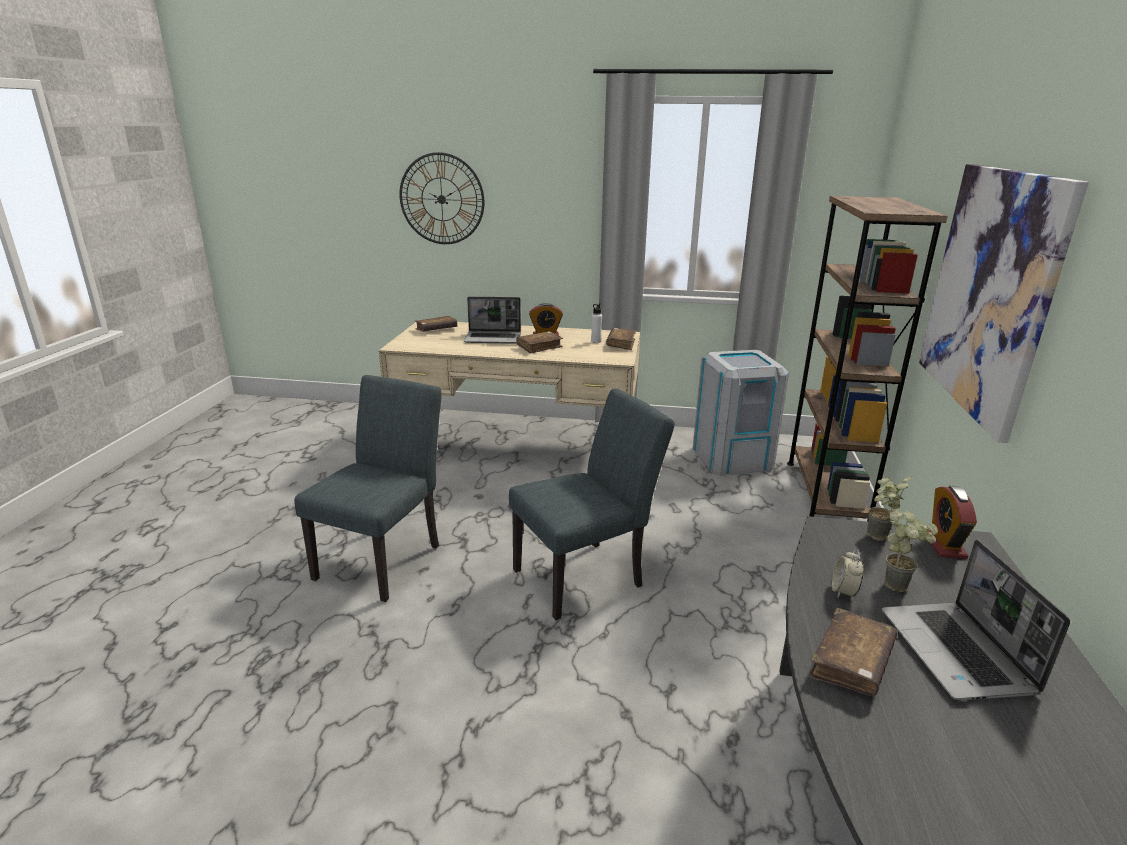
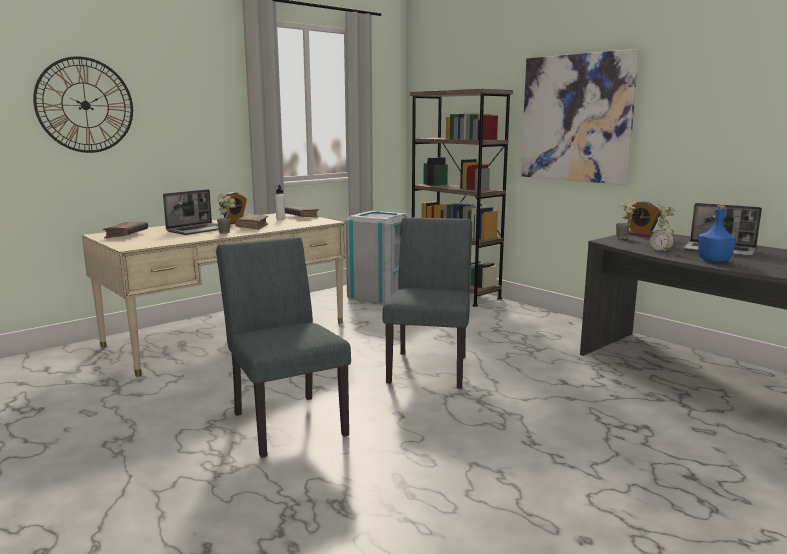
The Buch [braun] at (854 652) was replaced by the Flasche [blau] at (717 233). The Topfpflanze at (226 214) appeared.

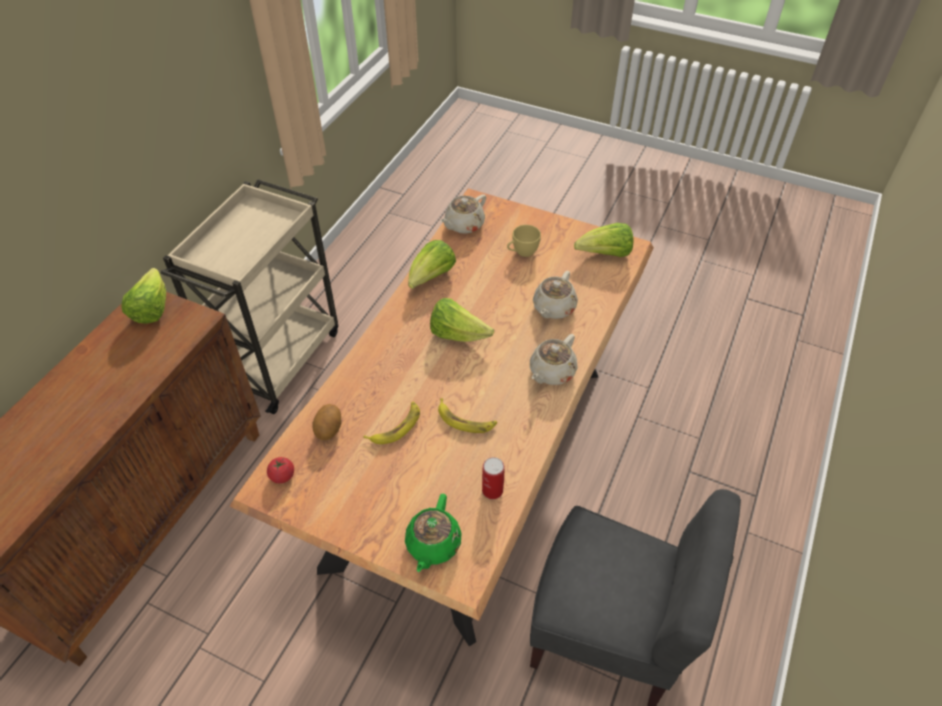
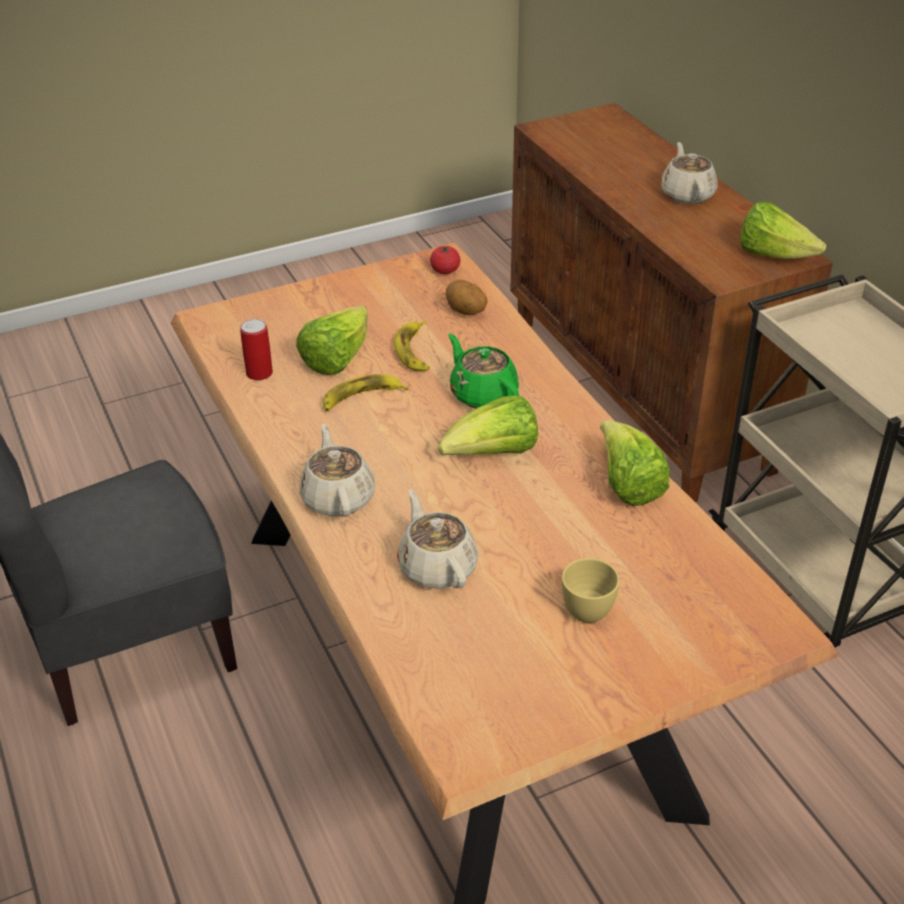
The Teekanne [grün] moved from (433 533) to (483 371). The Teekanne [beige] moved from (463 214) to (689 173). The Salatkopf moved from (603 240) to (332 340).

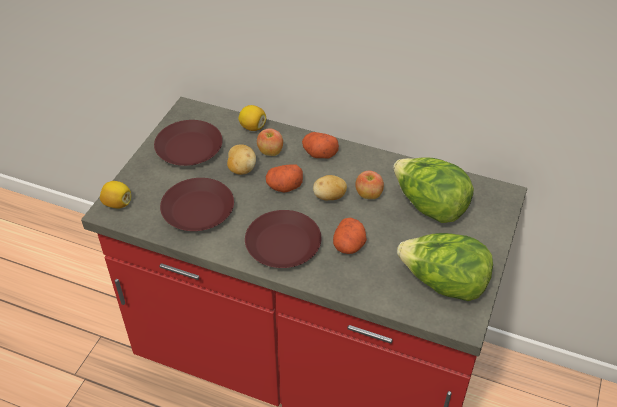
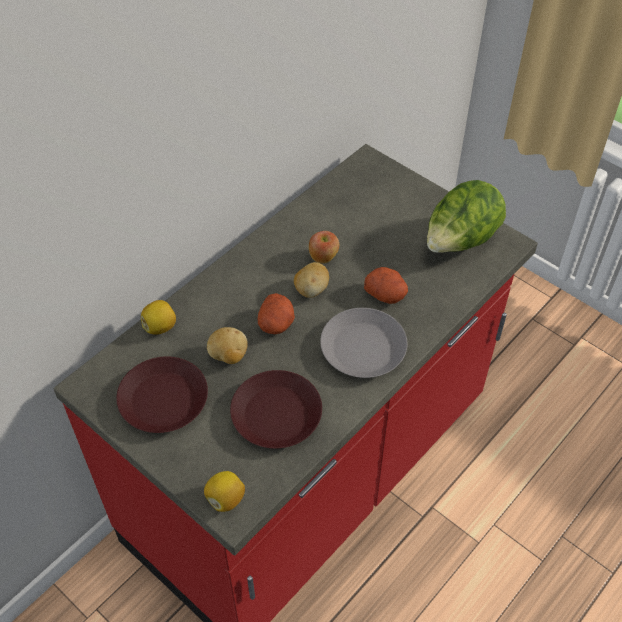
The Teller [braun] at (283 239) became the Teller [grau] at (363 343). The Apfel at (270 142) disappeared. The Kartoffel at (320 145) disappeared. The Salatkopf at (433 190) disappeared.

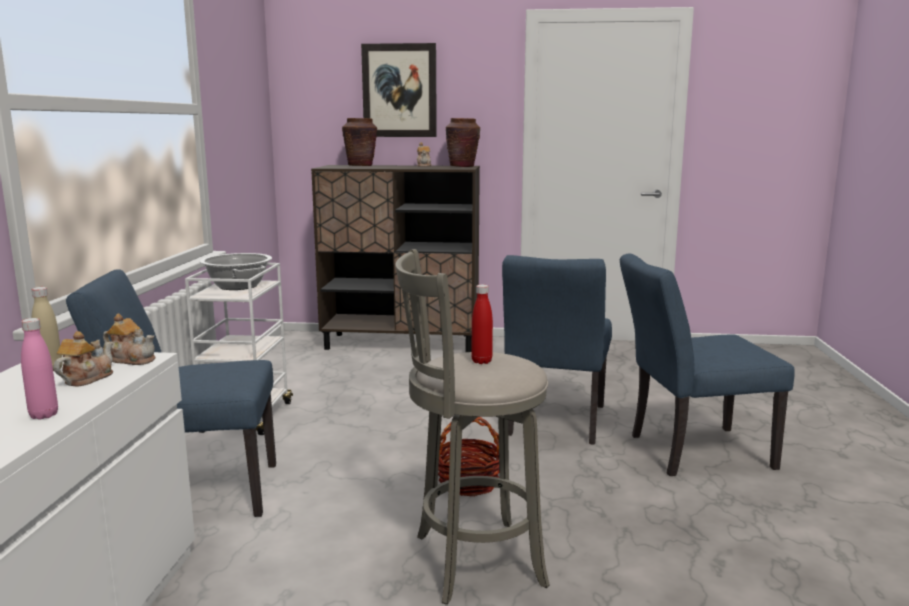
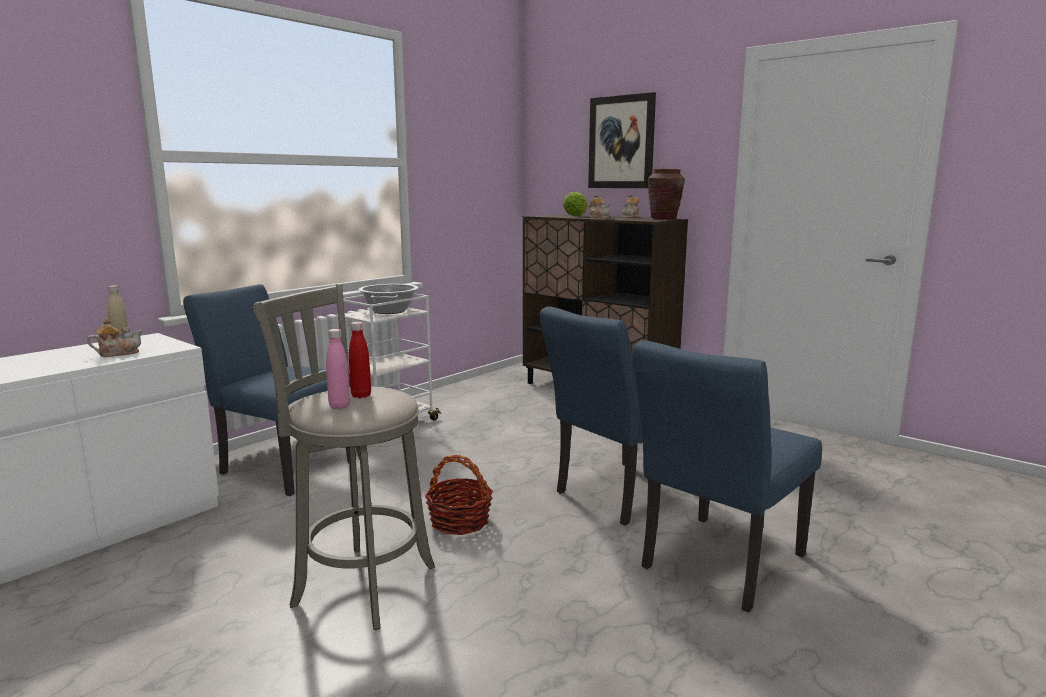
The Flasche [rosa] moved from (39 369) to (338 369). The Teekanne moved from (129 339) to (599 206). The Vase [braun] at (359 142) was replaced by the Salatkopf at (575 204). The Stuhl [blau] at (707 365) turned 75 degrees counterclockwise.

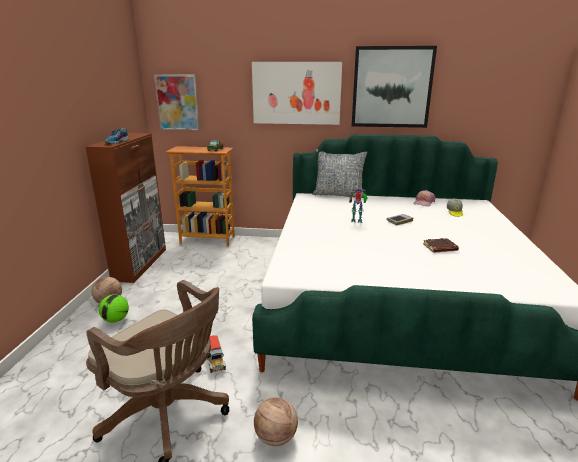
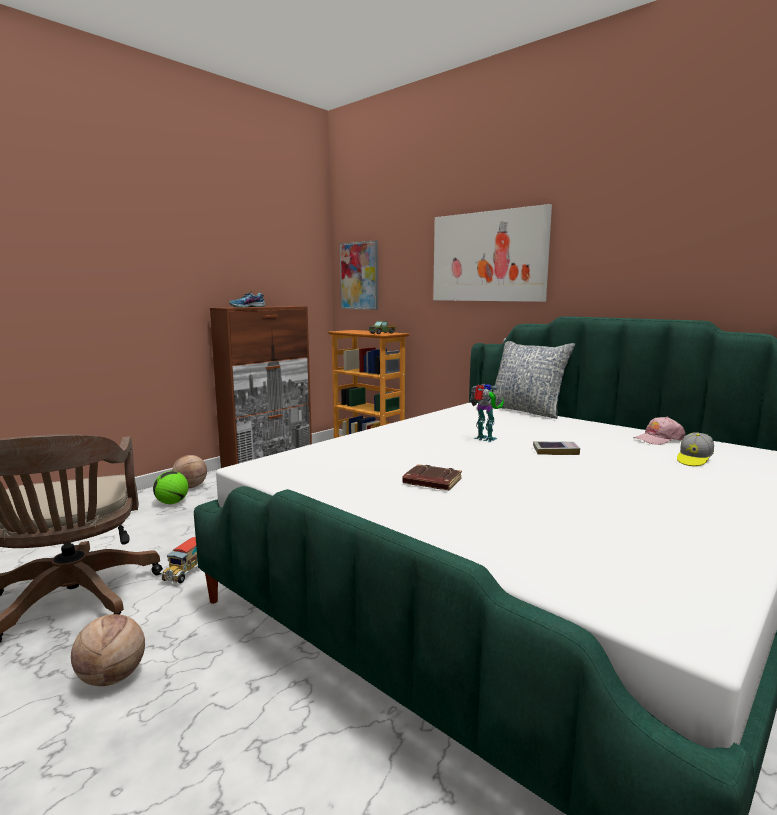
The Bild at (394 87) disappeared. The Buch [braun] moved from (441 245) to (432 477).

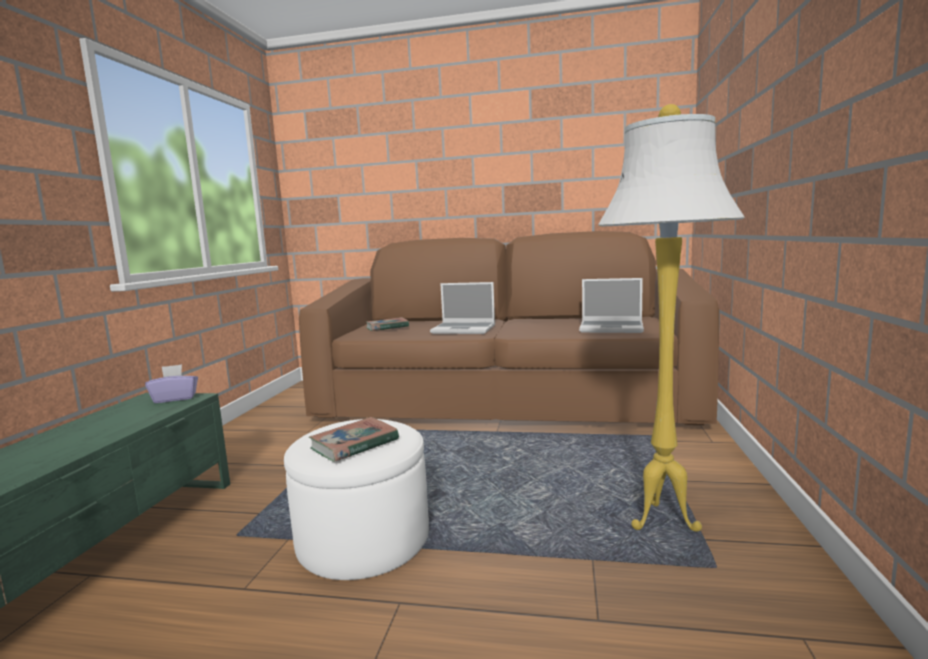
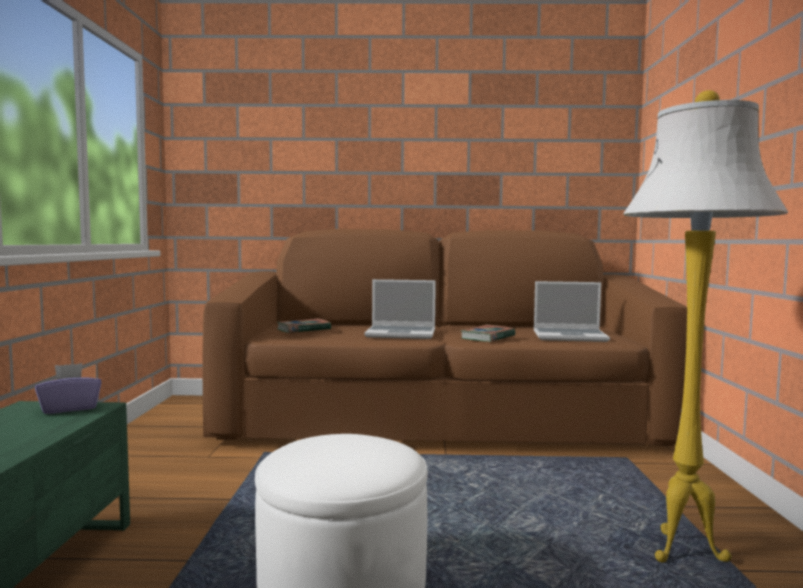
The Buch moved from (354 439) to (488 333).

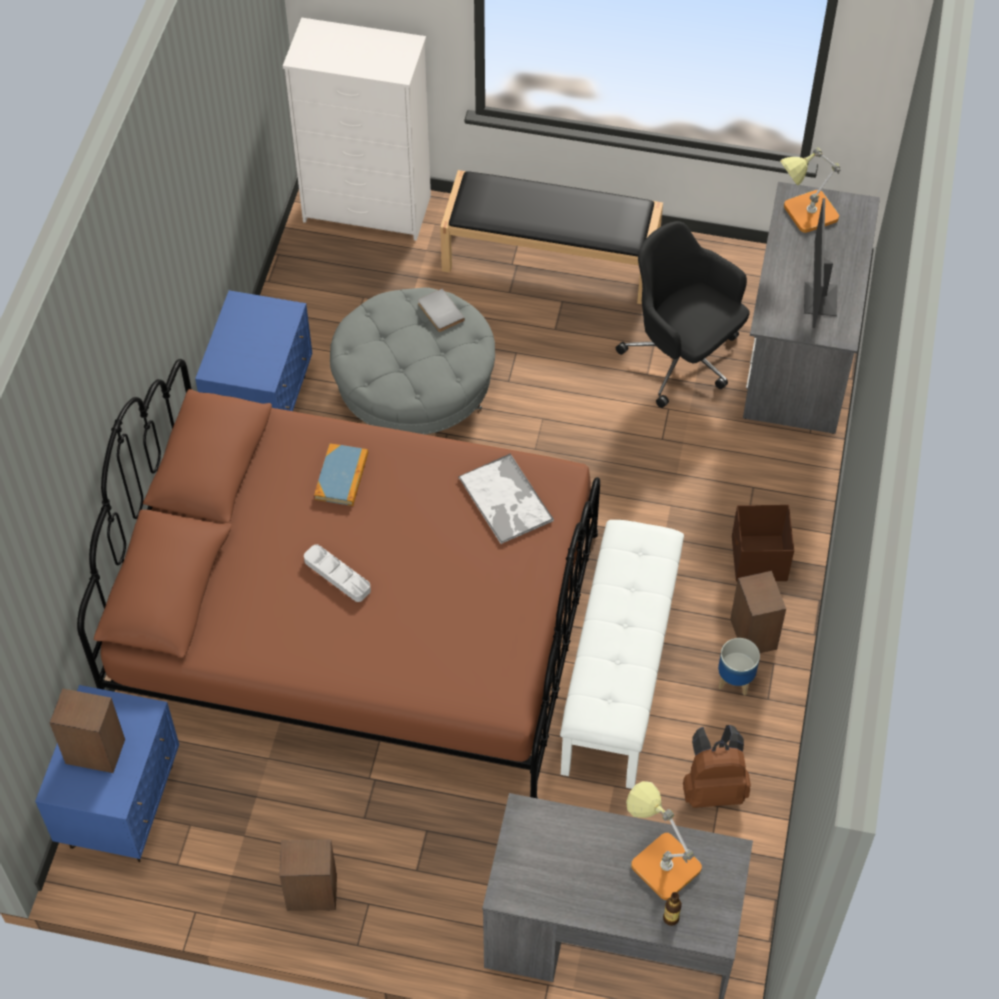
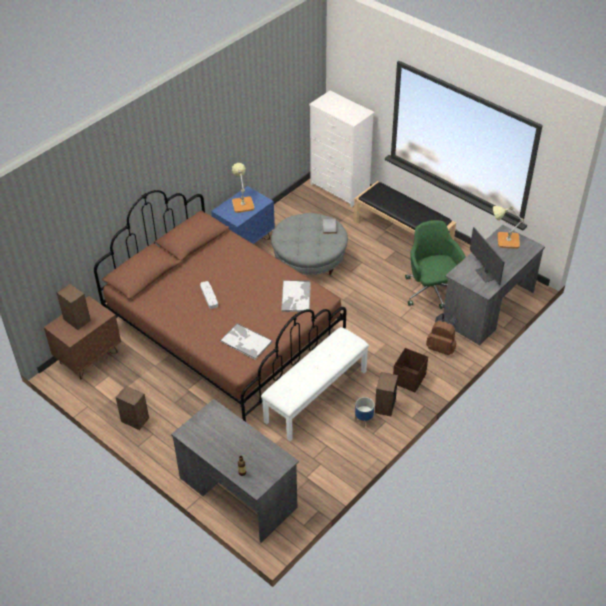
The Nachttisch [blau] at (107 773) became the Nachttisch [braun] at (82 338). The Buch at (341 474) disappeared. The Bürostuhl [schwarz] at (683 314) became the Bürostuhl [grün] at (435 264). The Tischlampe moved from (664 840) to (243 188). The Rucksack [braun] moved from (717 766) to (442 334). The Monitor at (820 263) turned 60 degrees counterclockwise. The Tablett at (246 341) appeared.

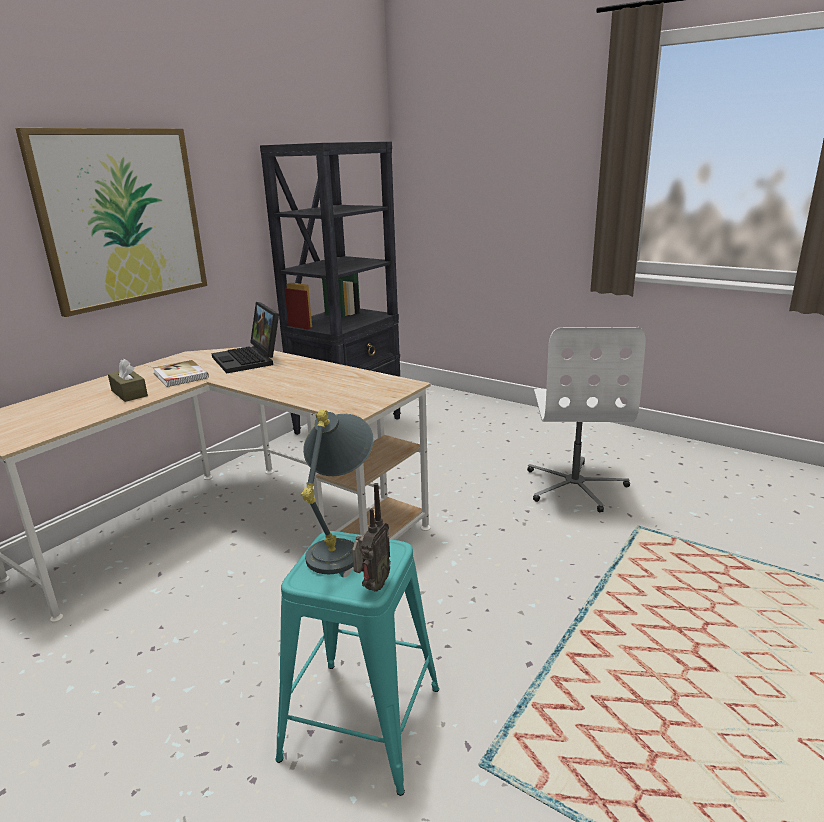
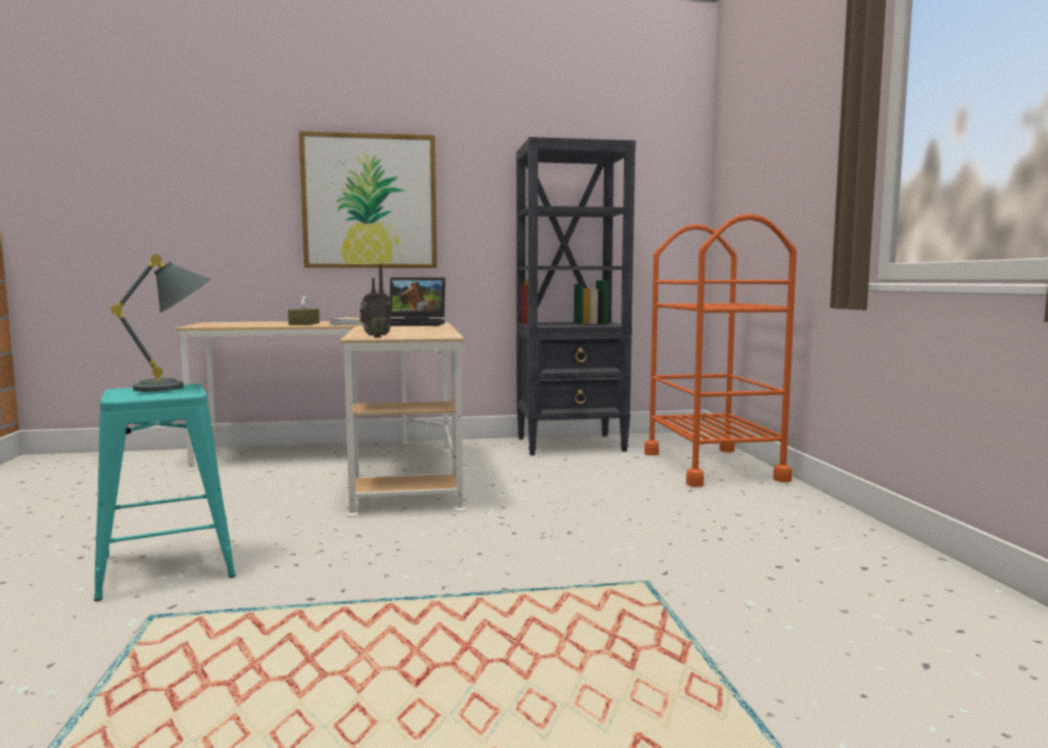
The Laptop at (245 337) turned 105 degrees counterclockwise. The Radio moved from (371 537) to (375 301). The Bürostuhl [weiß] at (586 420) disappeared. The Rollwagen [orange] at (720 350) appeared.

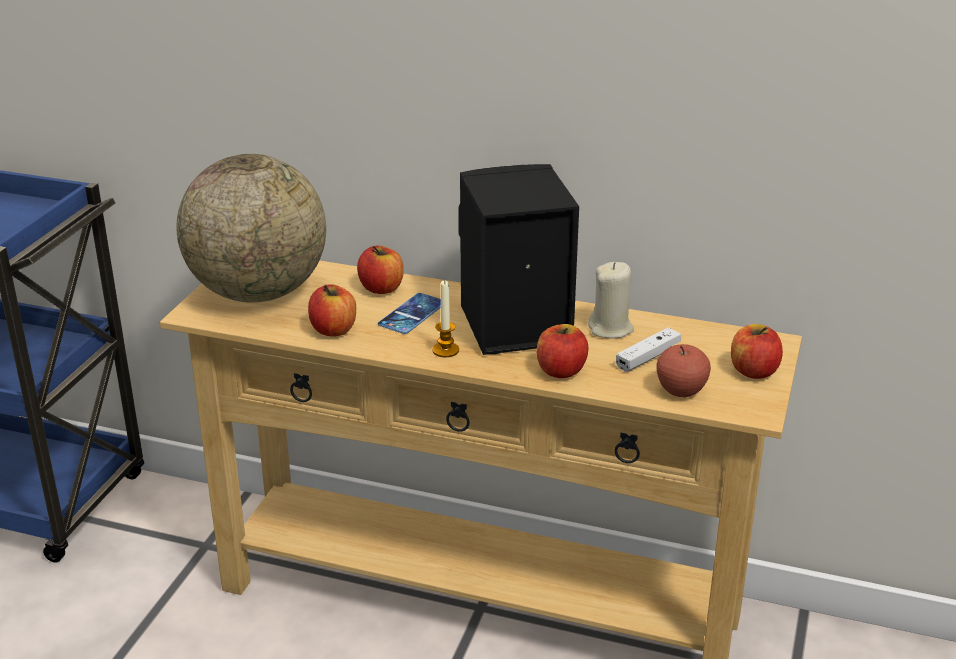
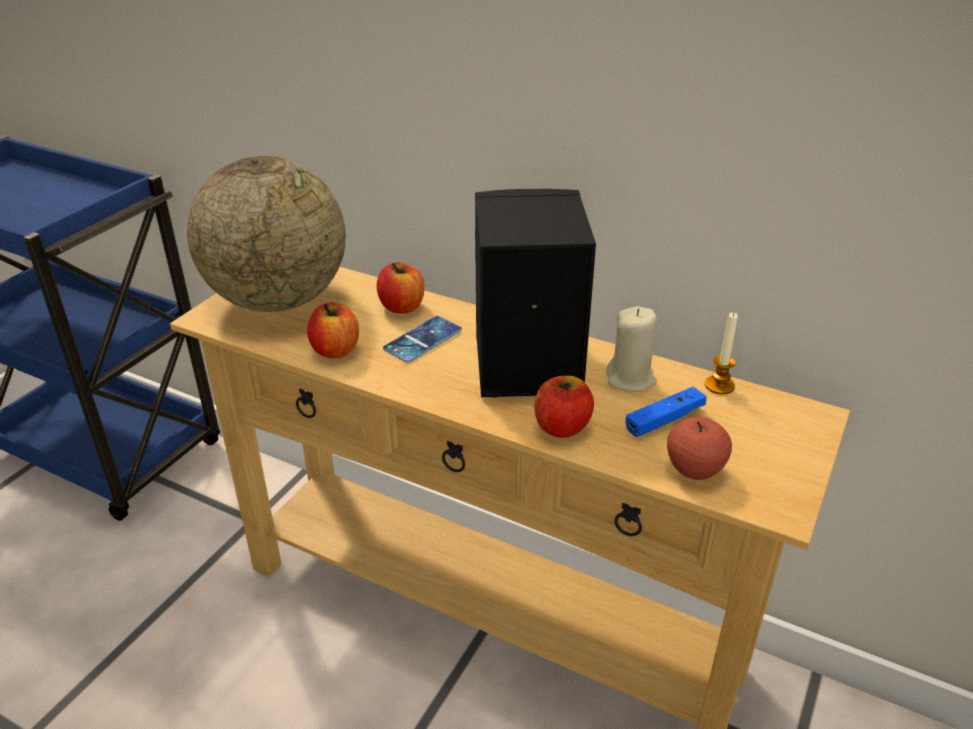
The Kerze moved from (445 319) to (721 353). The Gamepad [weiß] at (648 350) became the Gamepad [blau] at (666 412). The Apfel at (757 351) disappeared.

